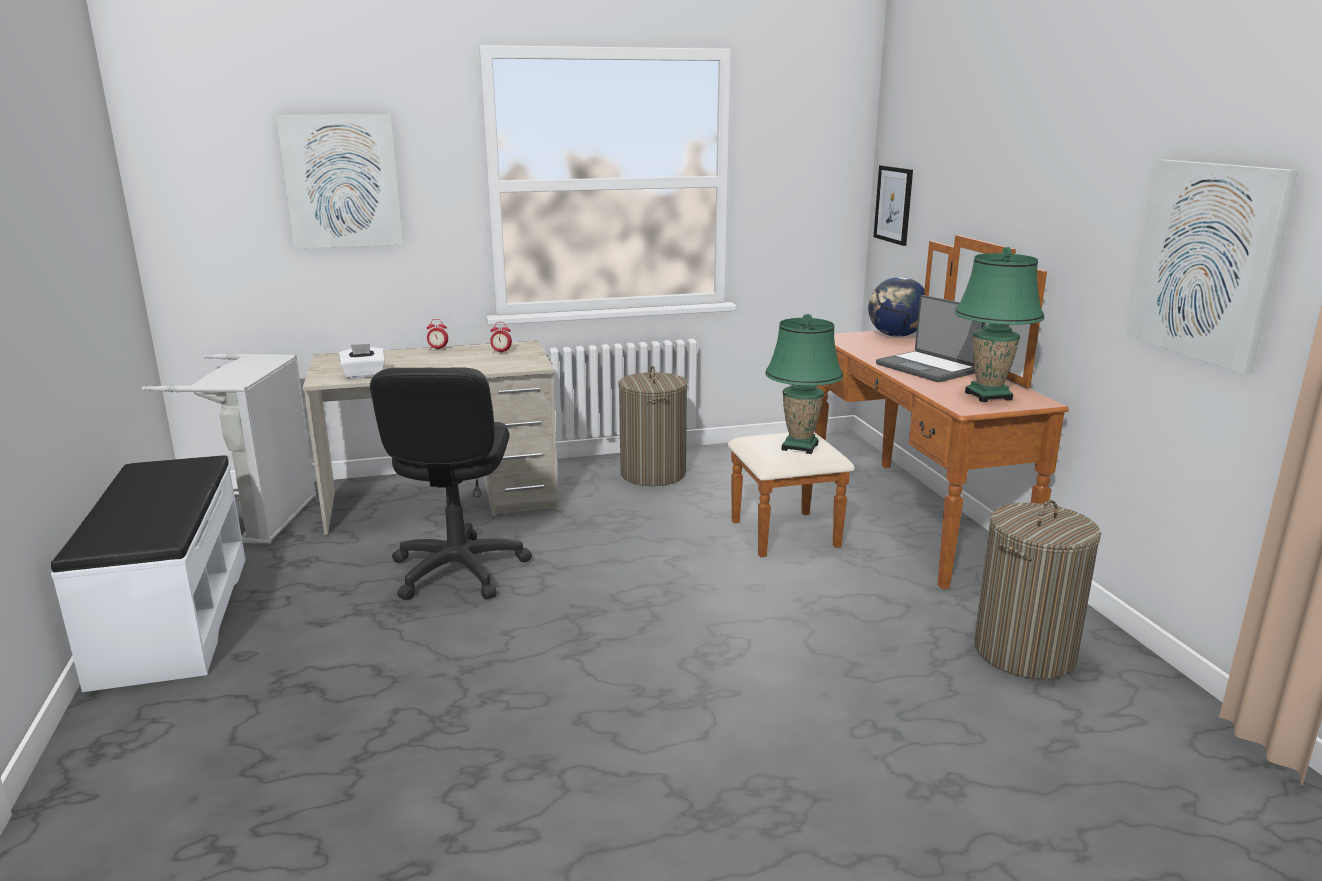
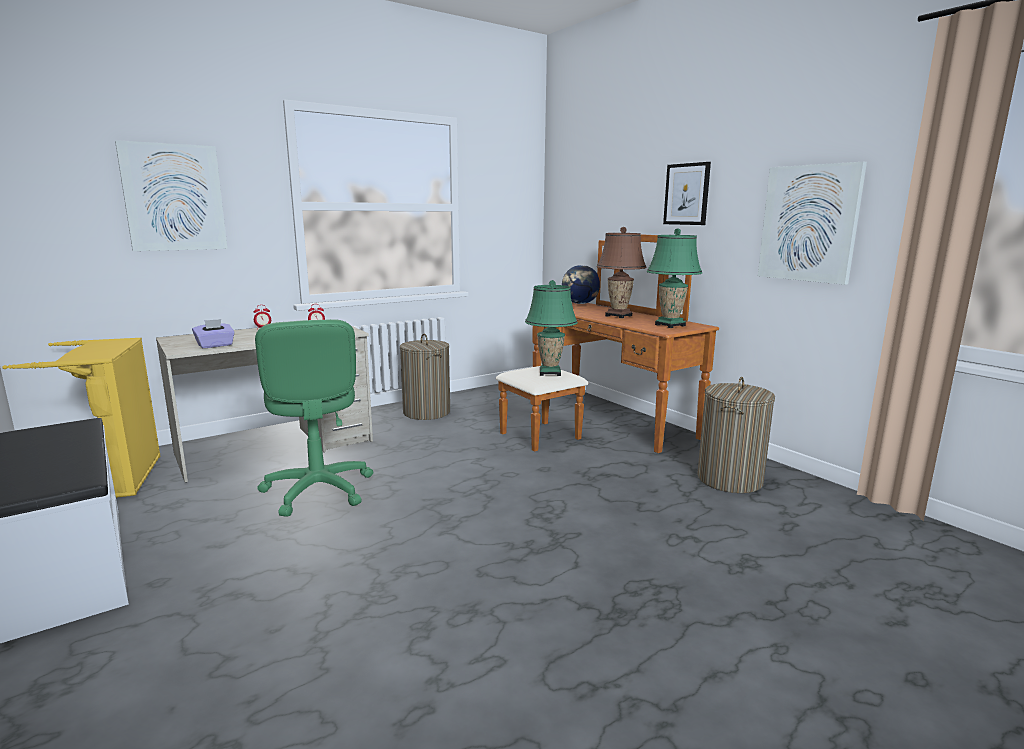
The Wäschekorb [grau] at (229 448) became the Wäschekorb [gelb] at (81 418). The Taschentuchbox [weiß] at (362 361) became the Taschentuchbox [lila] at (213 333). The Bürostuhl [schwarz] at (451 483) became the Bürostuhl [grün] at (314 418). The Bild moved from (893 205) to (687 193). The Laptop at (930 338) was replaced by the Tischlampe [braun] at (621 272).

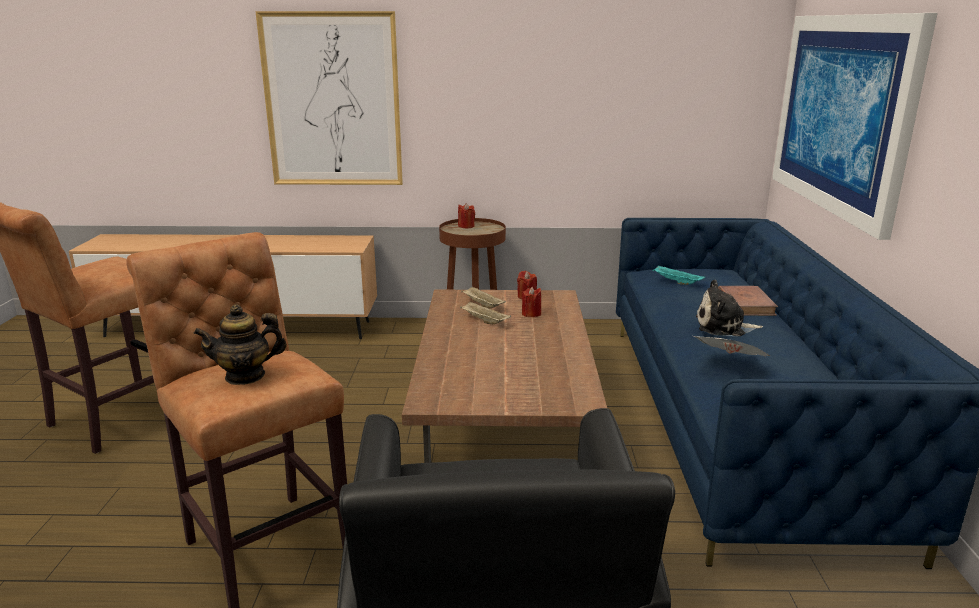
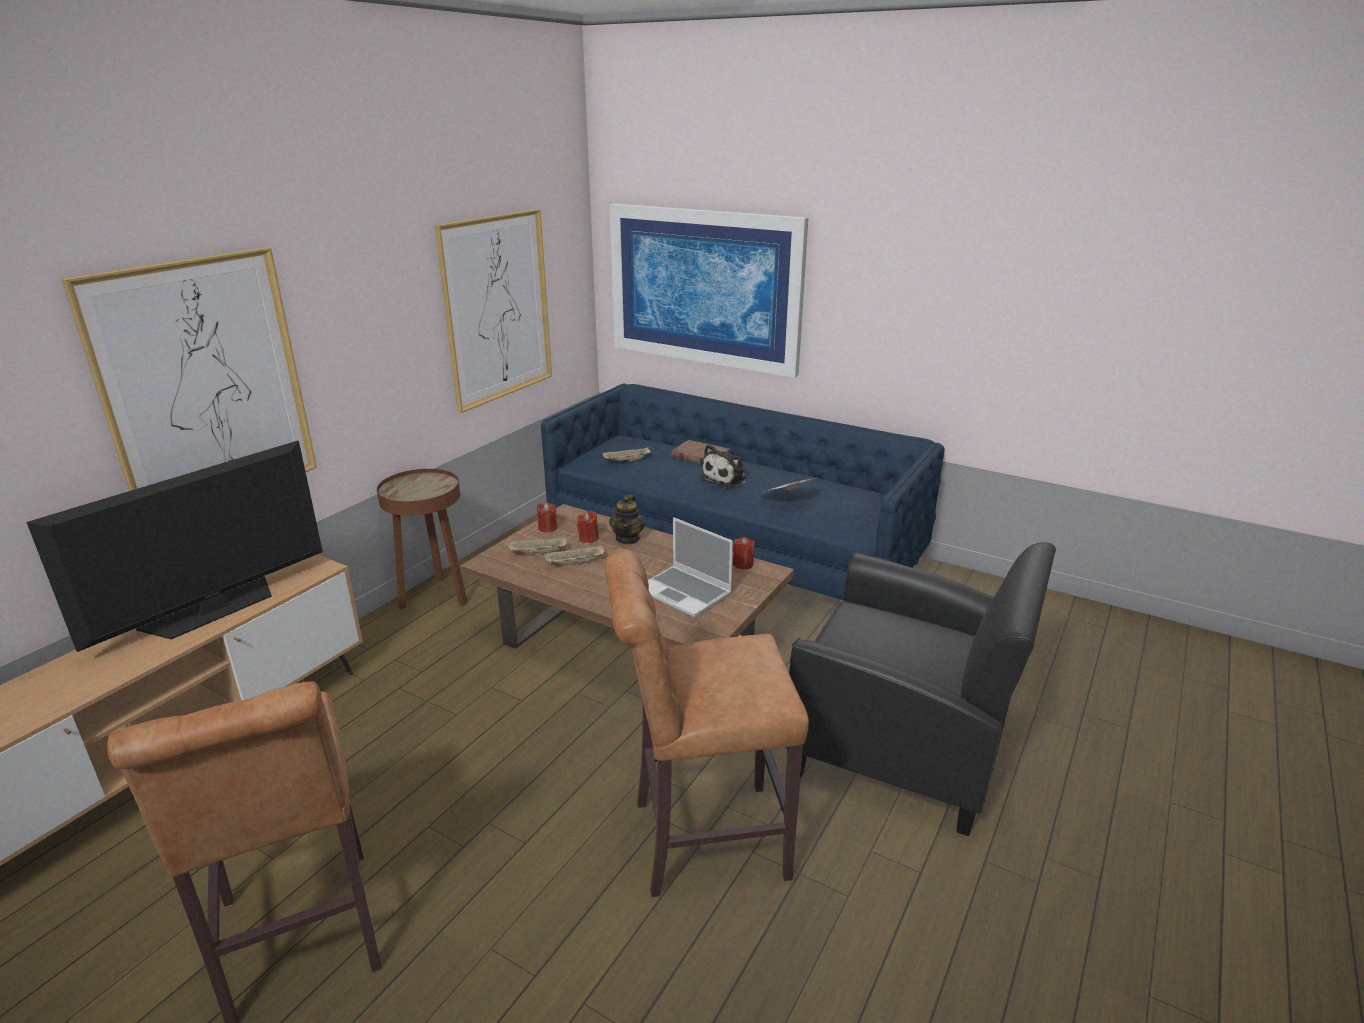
The Teekanne moved from (240 344) to (627 519). The Kerze [rot] moved from (466 215) to (744 553). The Tablett [türkis] at (679 275) became the Tablett [beige] at (626 454). The Fernseher at (174 546) appeared. The Bild at (493 311) appeared. The Laptop at (690 567) appeared.

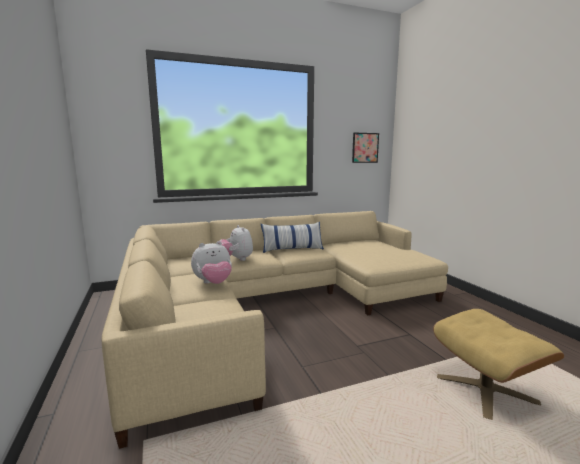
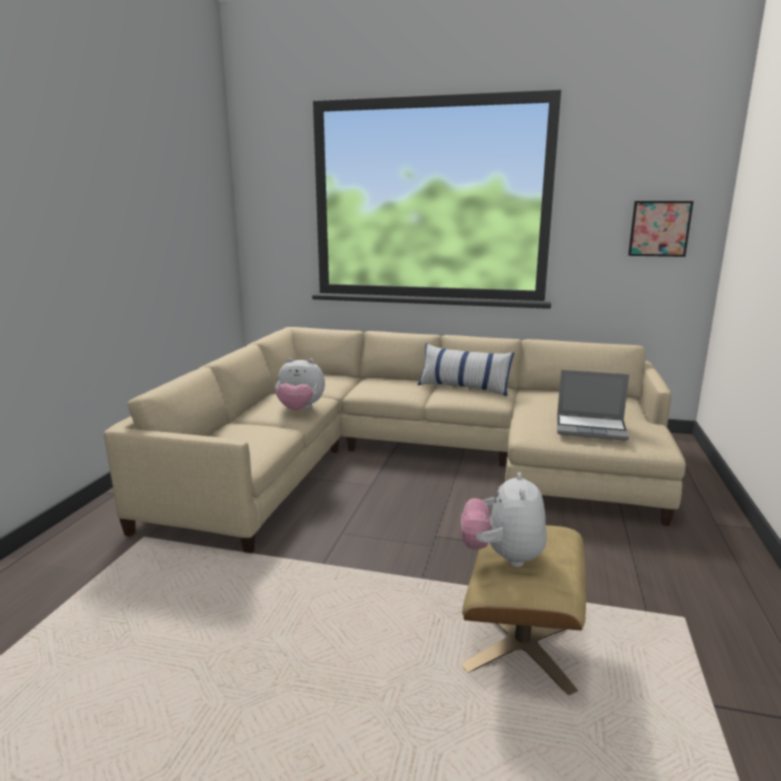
The Plüschtier moved from (236 243) to (504 519). The Laptop at (593 405) appeared.

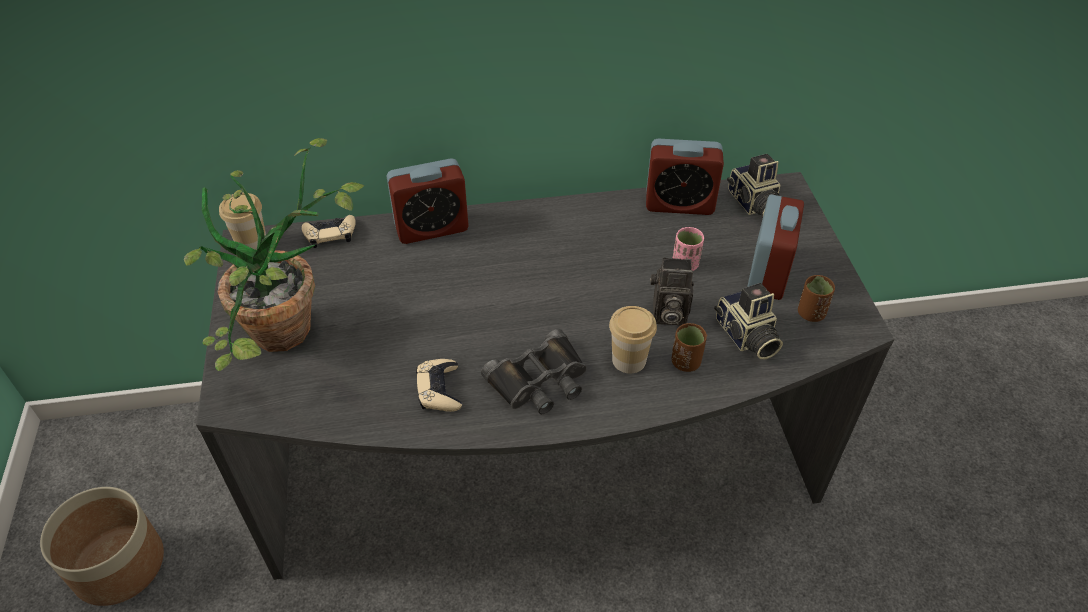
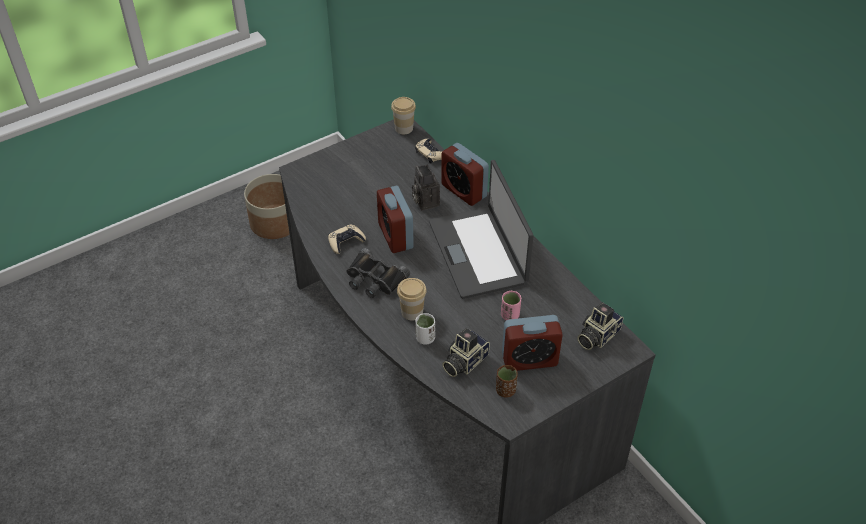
The Topfpflanze at (274 254) disappeared. The Wecker moved from (685 177) to (395 219). The Kamera moved from (672 291) to (426 188). The Tasse [braun] at (689 347) became the Tasse [weiß] at (425 329). The Laptop at (481 229) appeared.

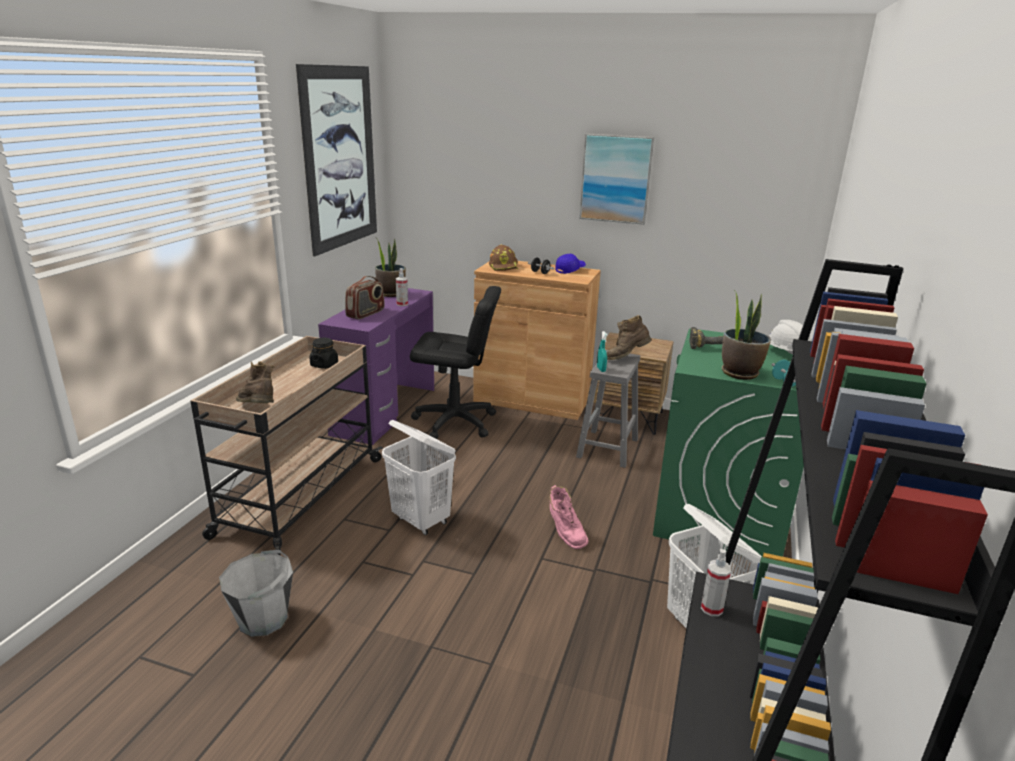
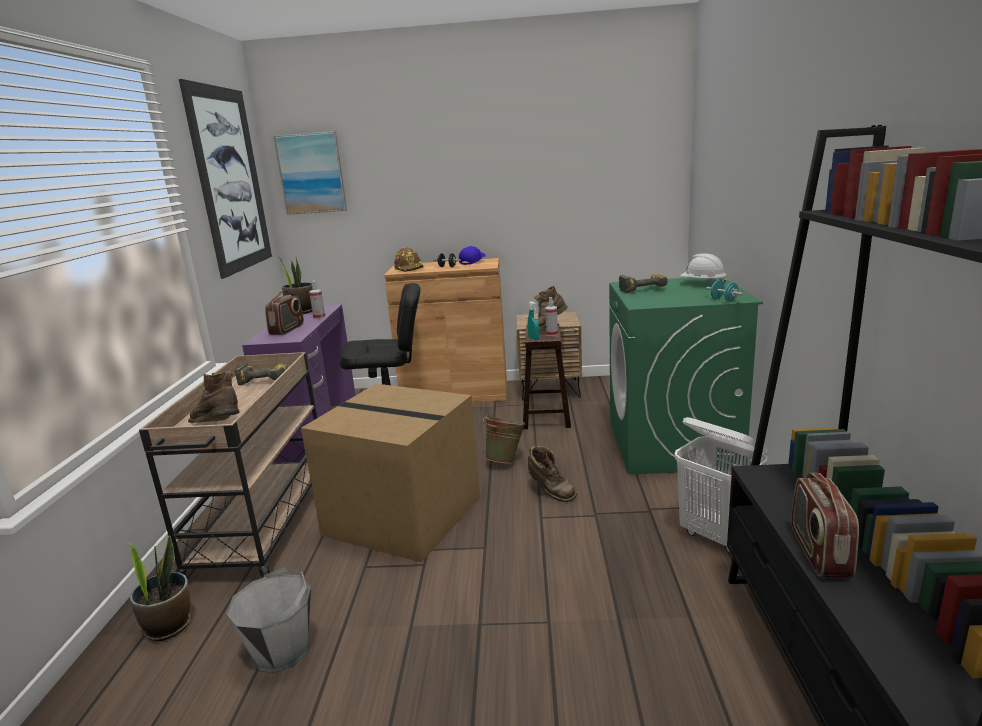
The Vorratsglas [schwarz] at (323 353) was replaced by the Bohrmaschine at (261 374). The Wäschekorb [weiß] at (419 477) was replaced by the Karton at (390 473). The Stiefel [rosa] at (569 517) became the Stiefel [braun] at (552 474). The Hocker [grau] at (608 409) became the Hocker [braun] at (547 376). The Bild moved from (617 179) to (310 173). The Sprühflasche moved from (716 582) to (551 316). The Topfpflanze moved from (746 335) to (159 588). The Eimer [grün] at (504 439) appeared. The Radio at (825 525) appeared.

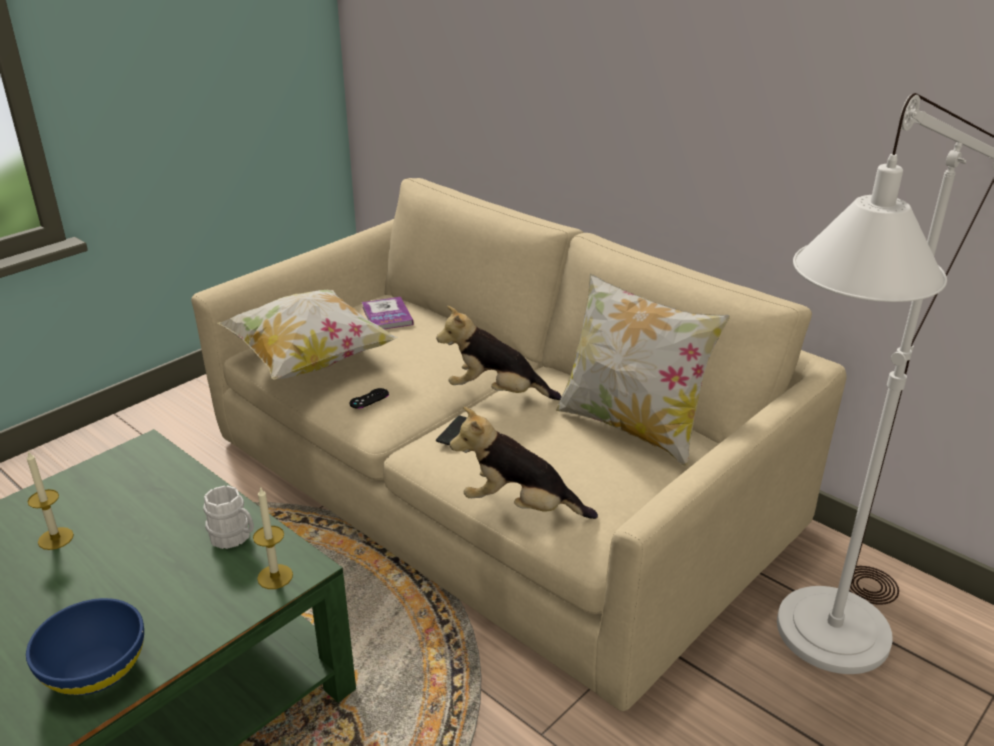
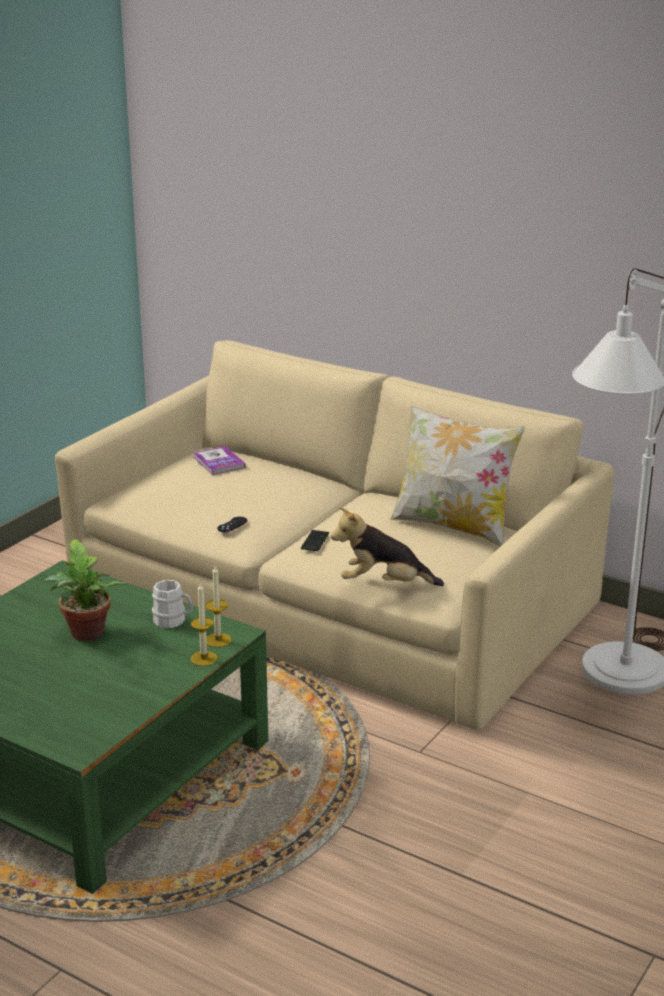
The Schüssel [blau] at (85 646) disappeared. The Kerze moved from (50 500) to (204 624). The Kissen at (307 334) disappeared. The Plüschtier at (499 353) disappeared. The Topfpflanze at (85 590) appeared.

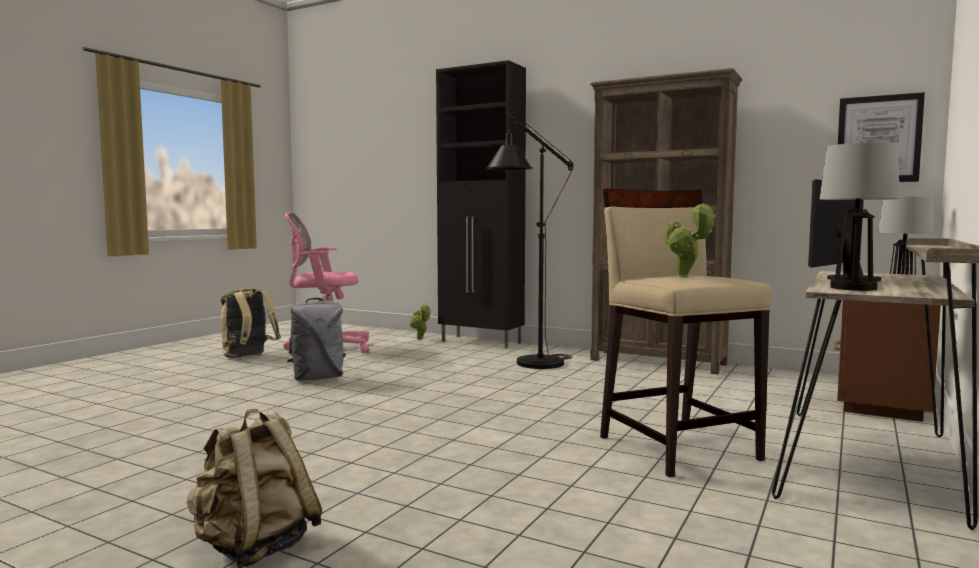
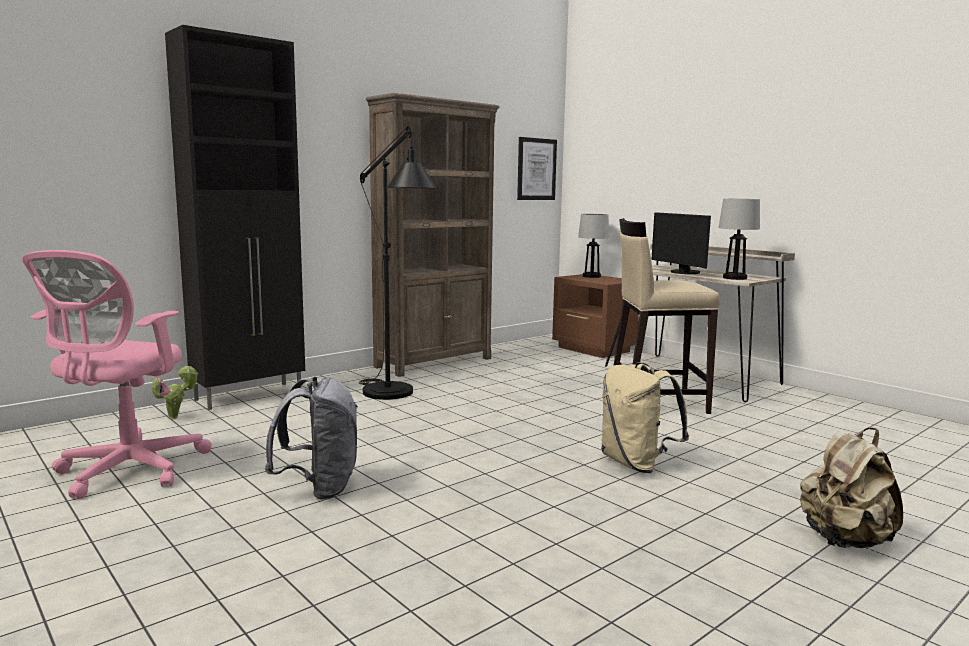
The Rucksack [beige] moved from (250 322) to (645 417). The Topfpflanze at (690 240) disappeared.

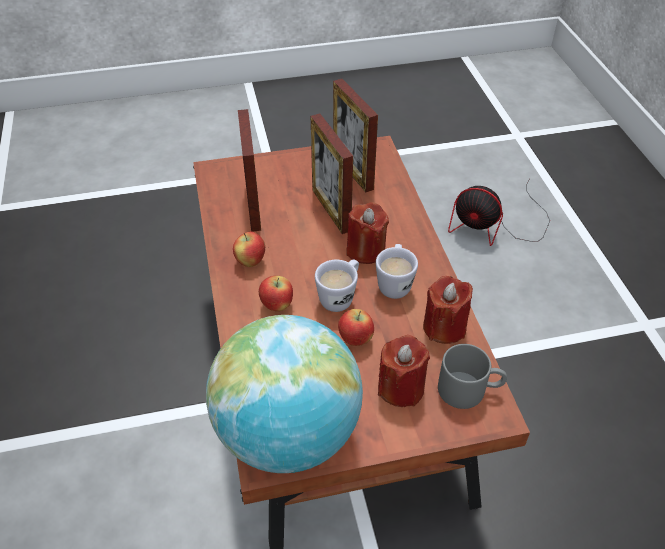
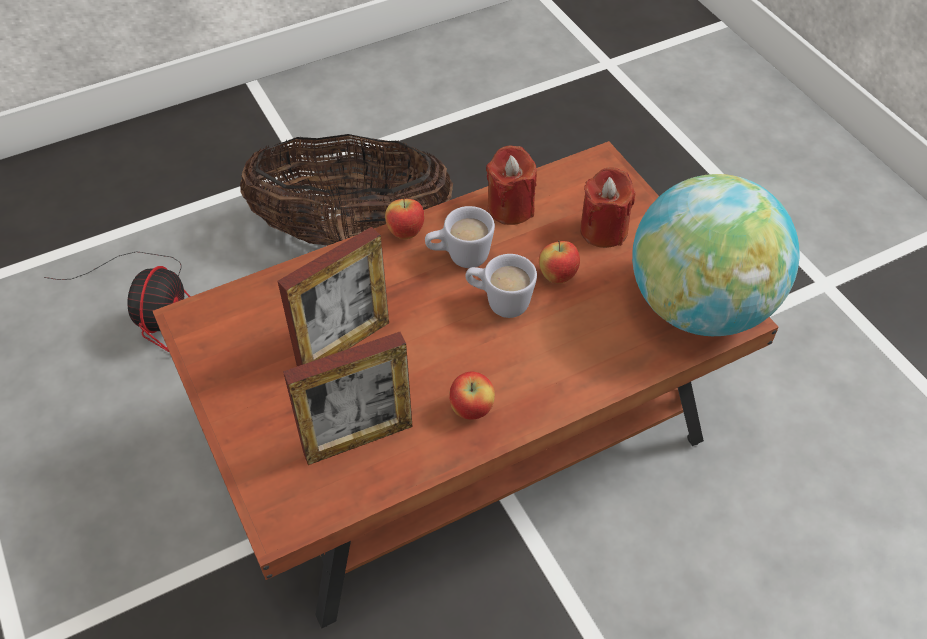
The Apfel moved from (276 293) to (404 217). The Bilderrahmen at (355 135) disappeared. The Kerze [rot] at (367 233) disappeared. The Henkelbecher [grau] at (472 376) disappeared. The Korb at (346 190) appeared.

